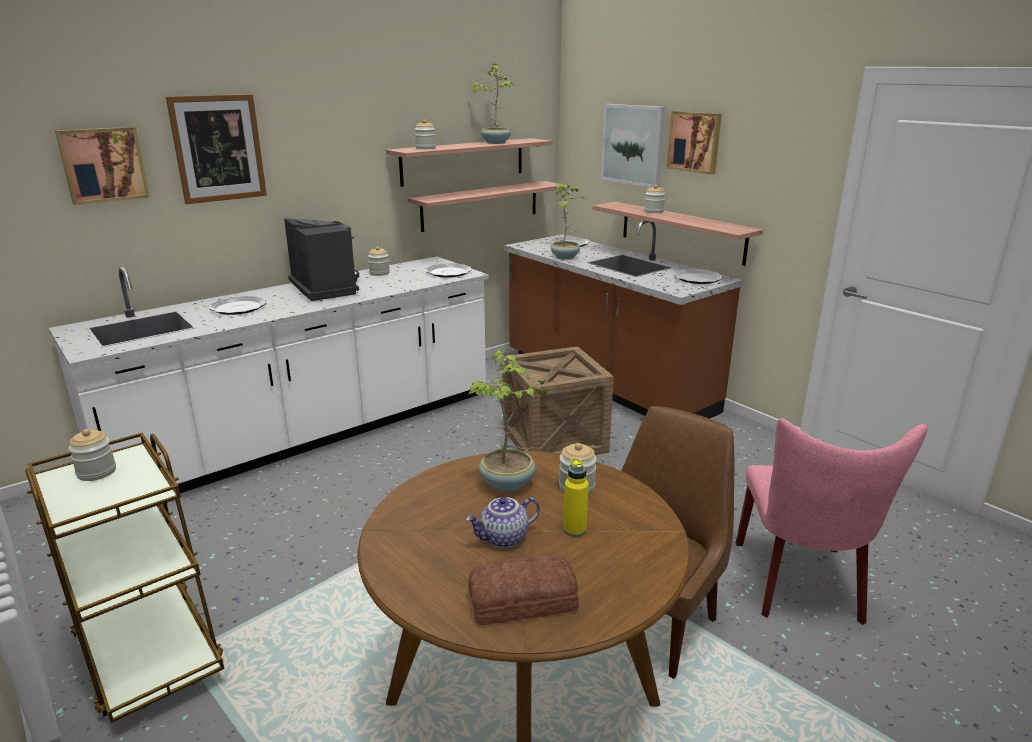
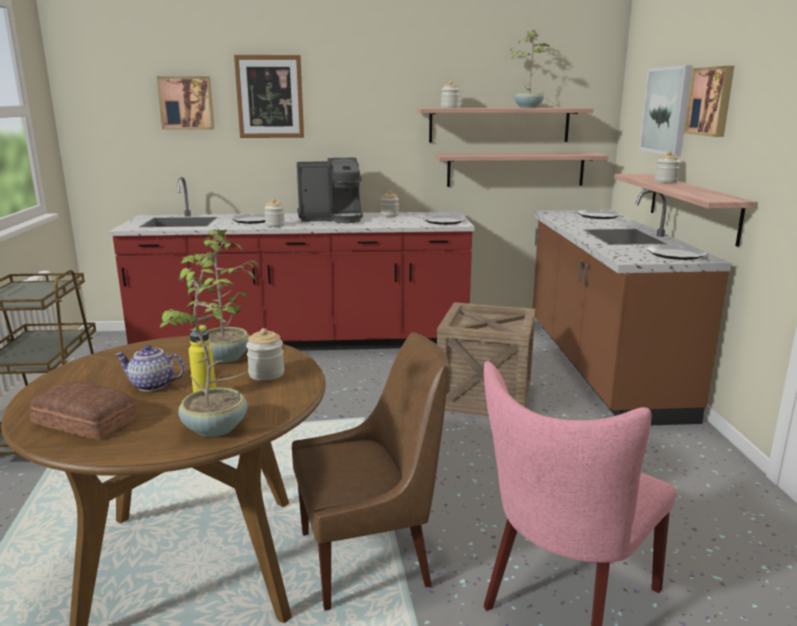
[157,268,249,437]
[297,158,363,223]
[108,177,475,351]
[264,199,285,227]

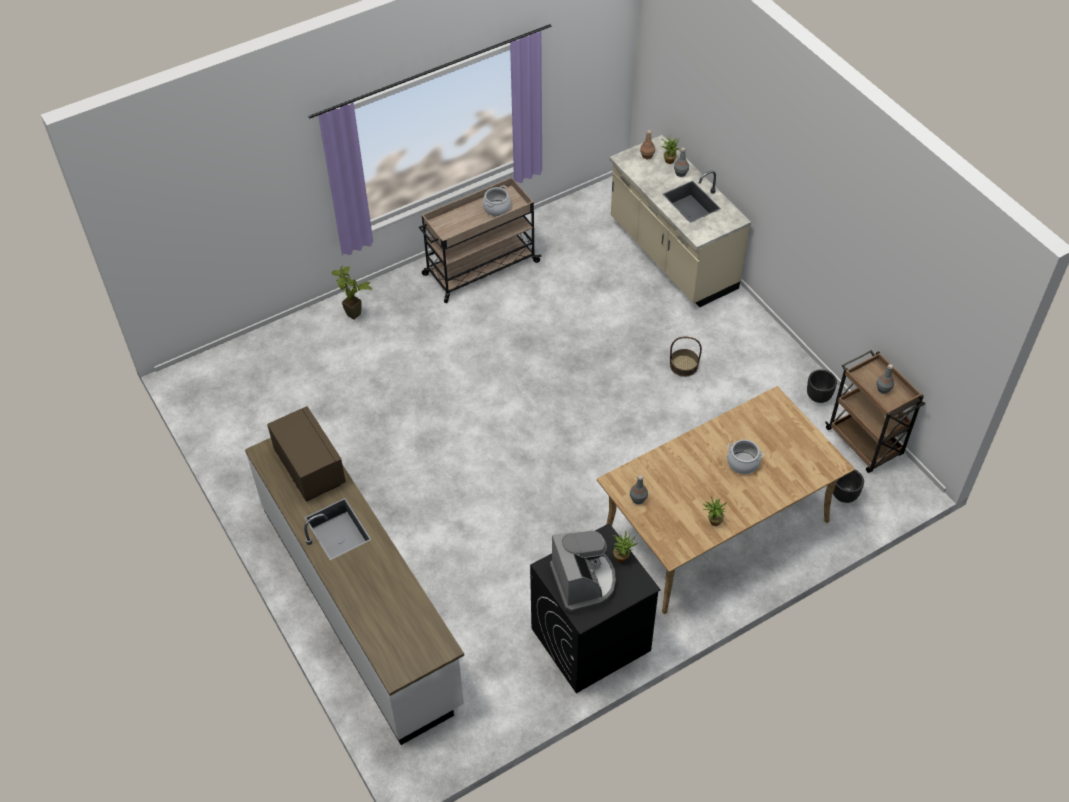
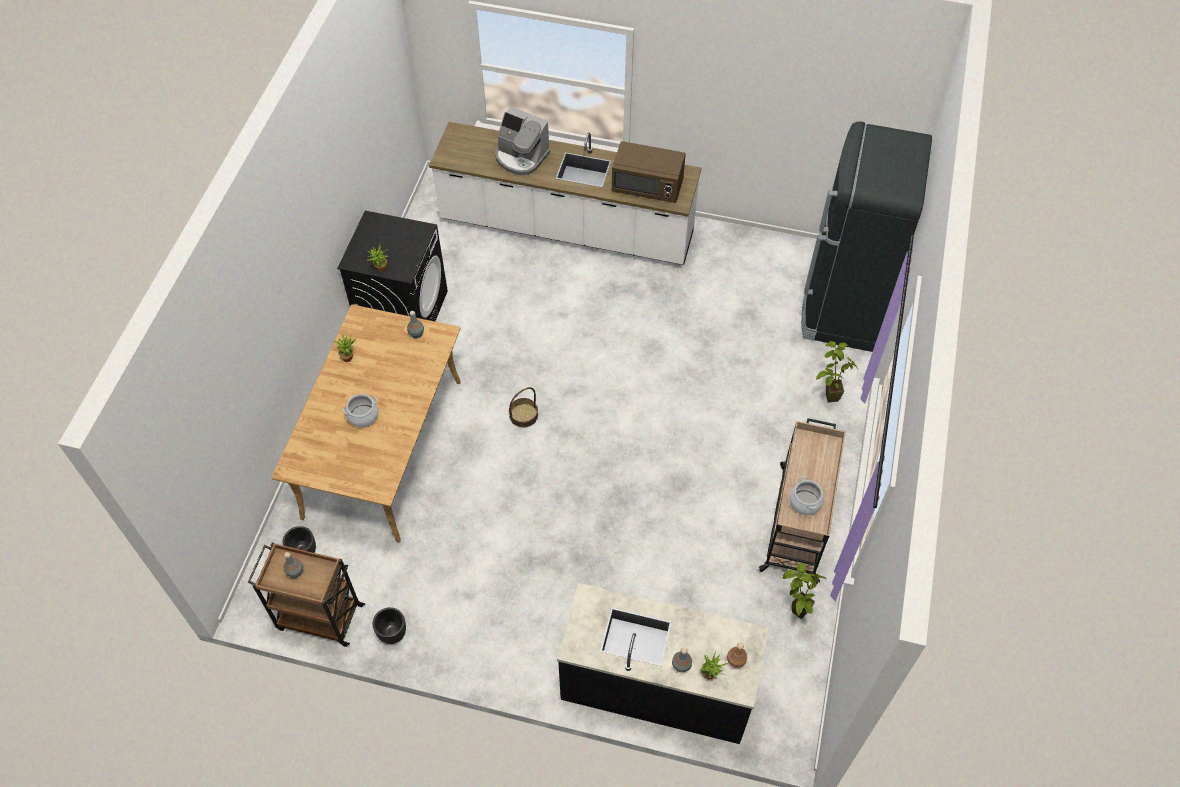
[557,583,769,744]
[509,387,538,428]
[495,106,550,175]
[801,121,932,352]
[782,563,827,619]

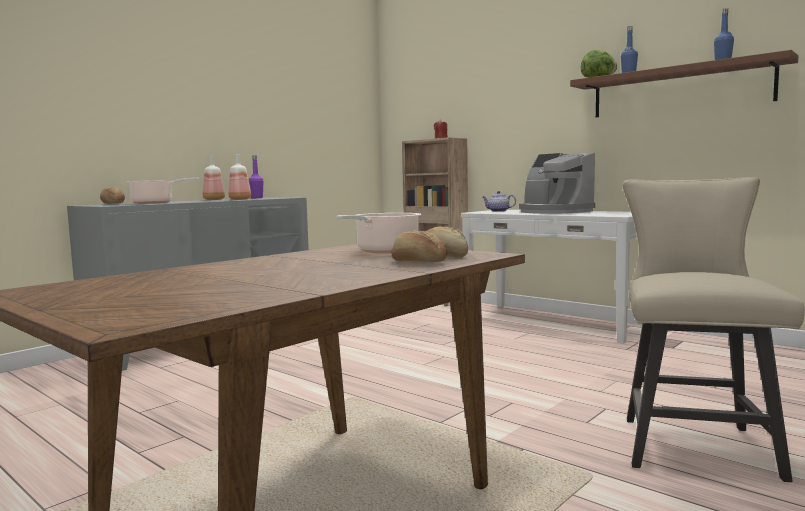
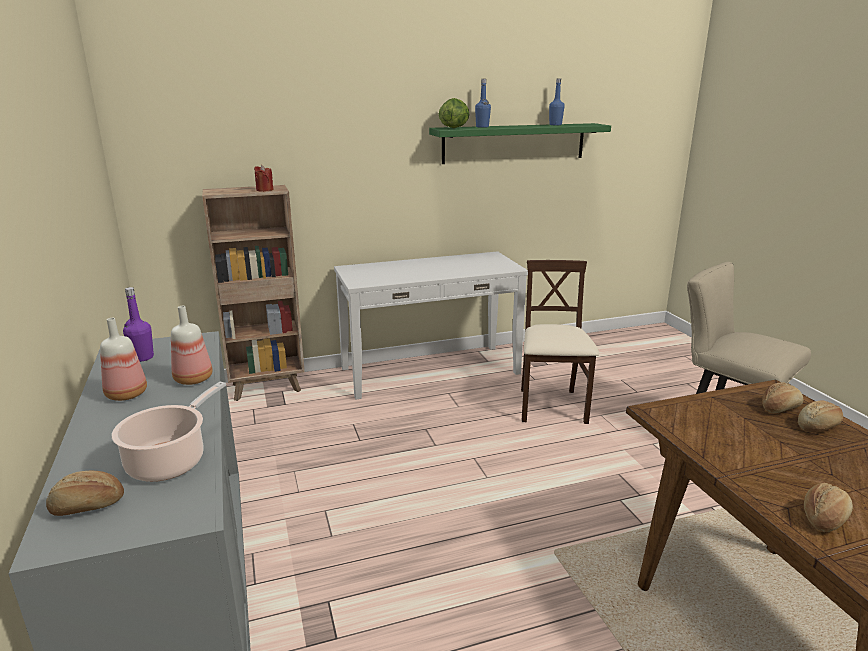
[429,123,611,164]
[519,153,595,214] (first image)
[482,191,516,212] (first image)
[336,213,421,254] (first image)
[521,260,599,424]
[804,483,853,532]

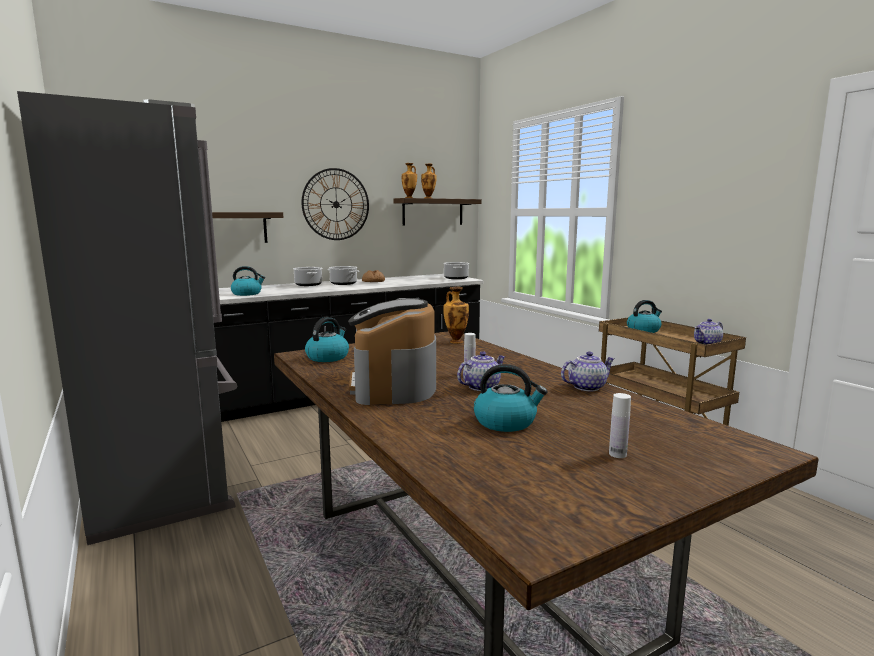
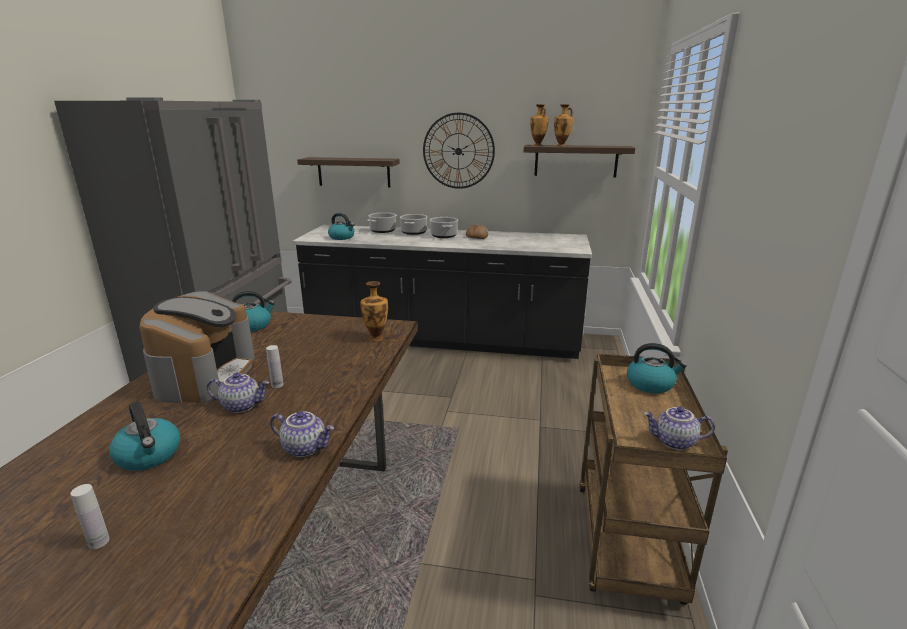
[367,212,397,233]
[139,291,255,403]

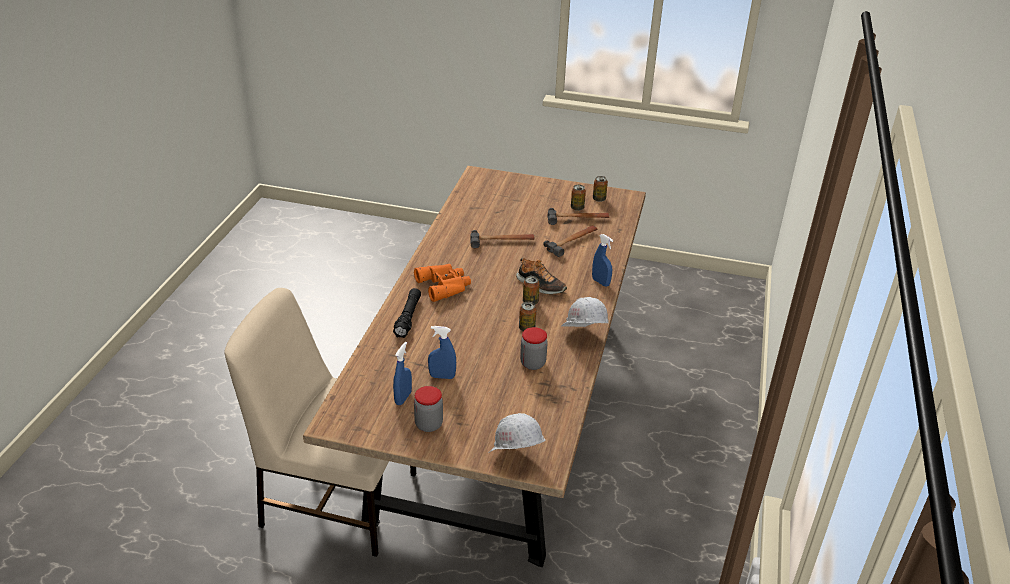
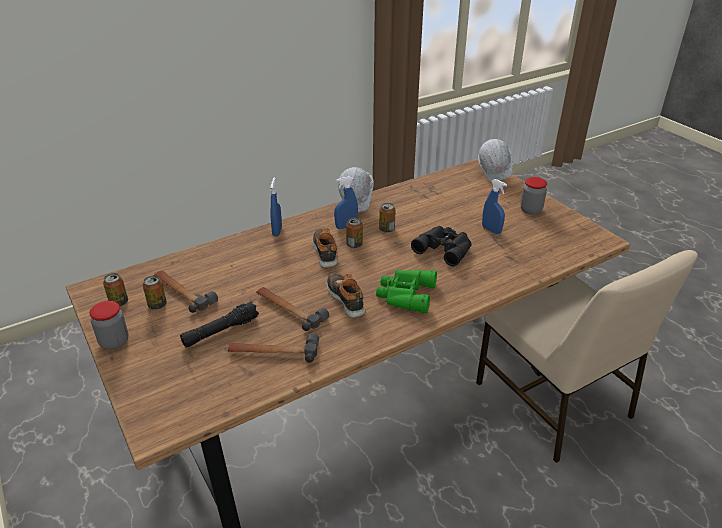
[228,334,319,363]
[376,269,437,313]
[180,301,259,348]
[89,301,128,350]
[334,176,358,229]
[411,226,471,266]
[327,273,366,318]

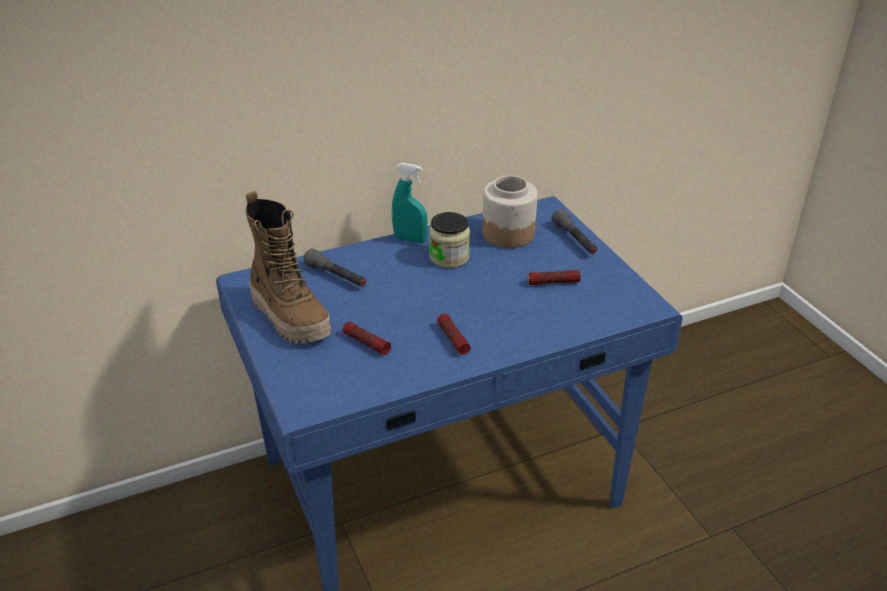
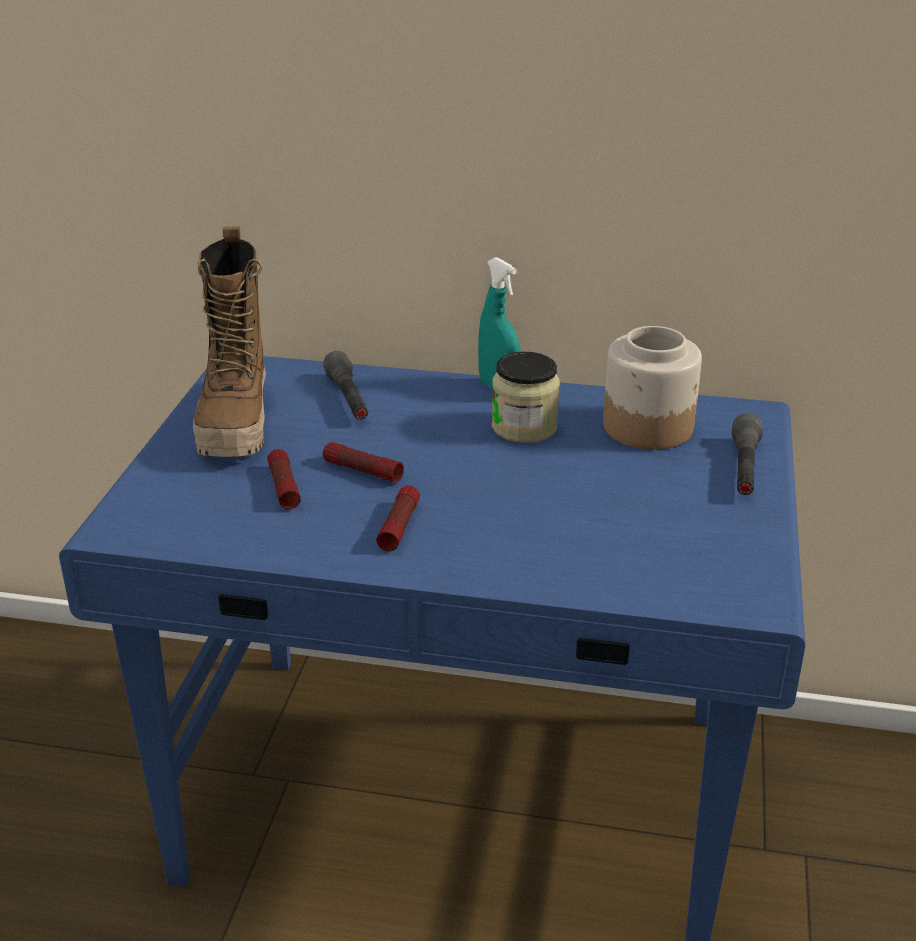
[323,442,404,483]

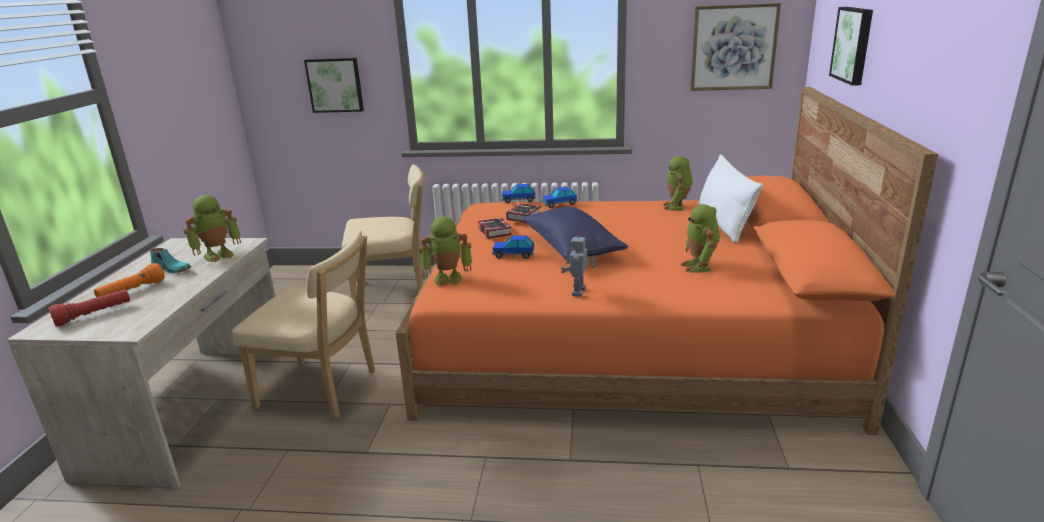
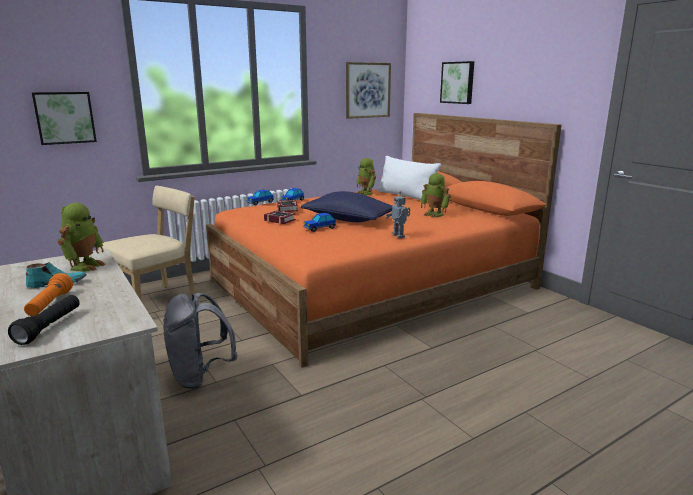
[419,216,472,287] (first image)
[163,293,238,389]
[8,295,80,345]

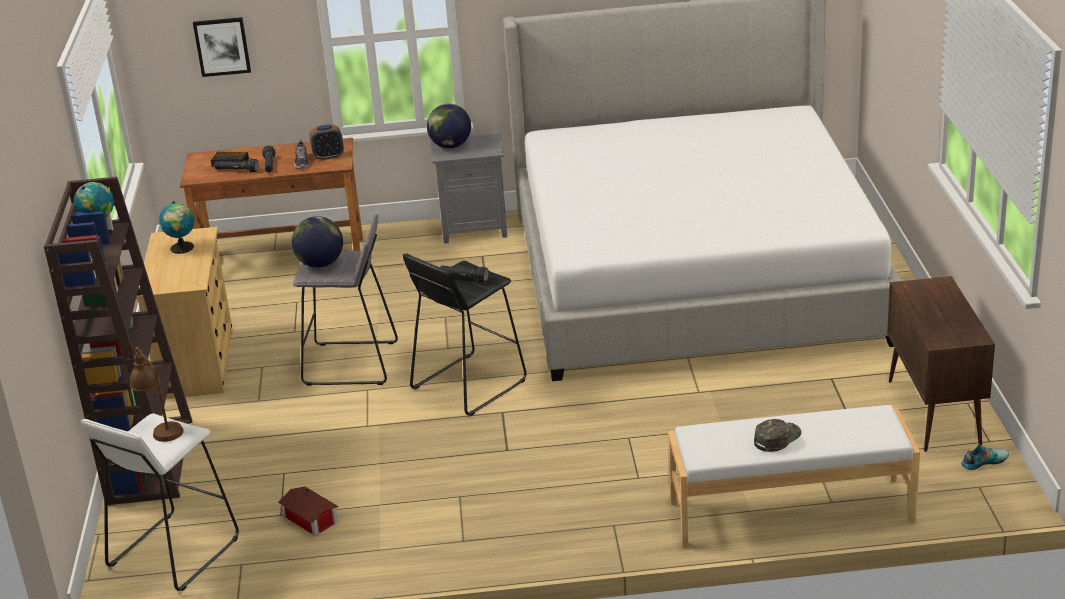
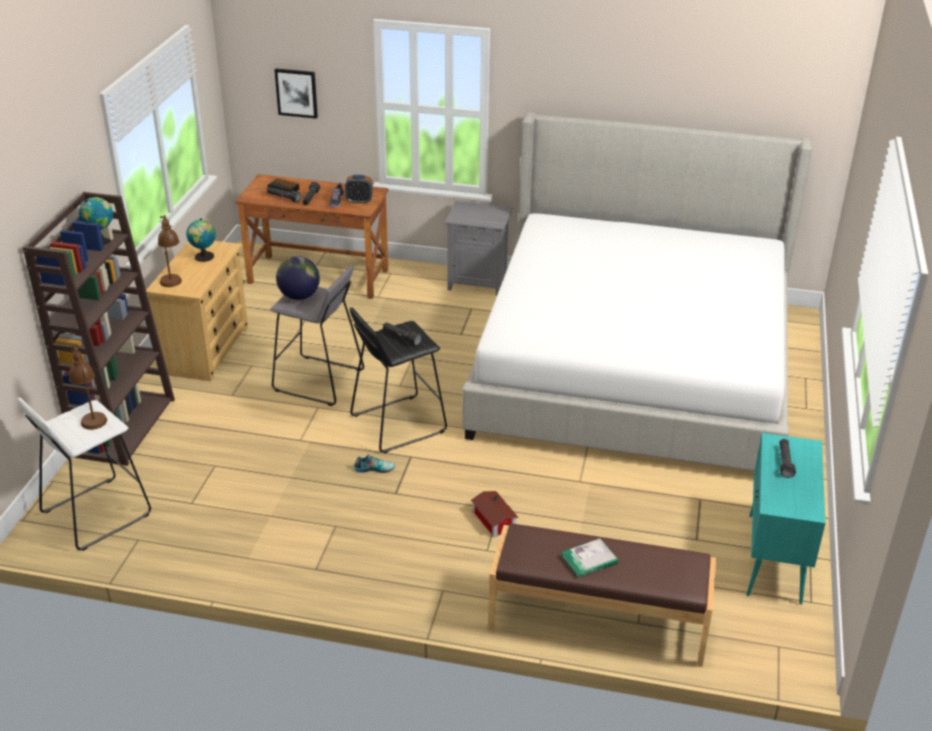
[427,104,471,148] (first image)
[746,433,825,605]
[488,523,716,667]
[561,539,618,578]
[354,455,395,473]
[471,491,519,537]
[158,215,182,287]
[779,439,796,478]

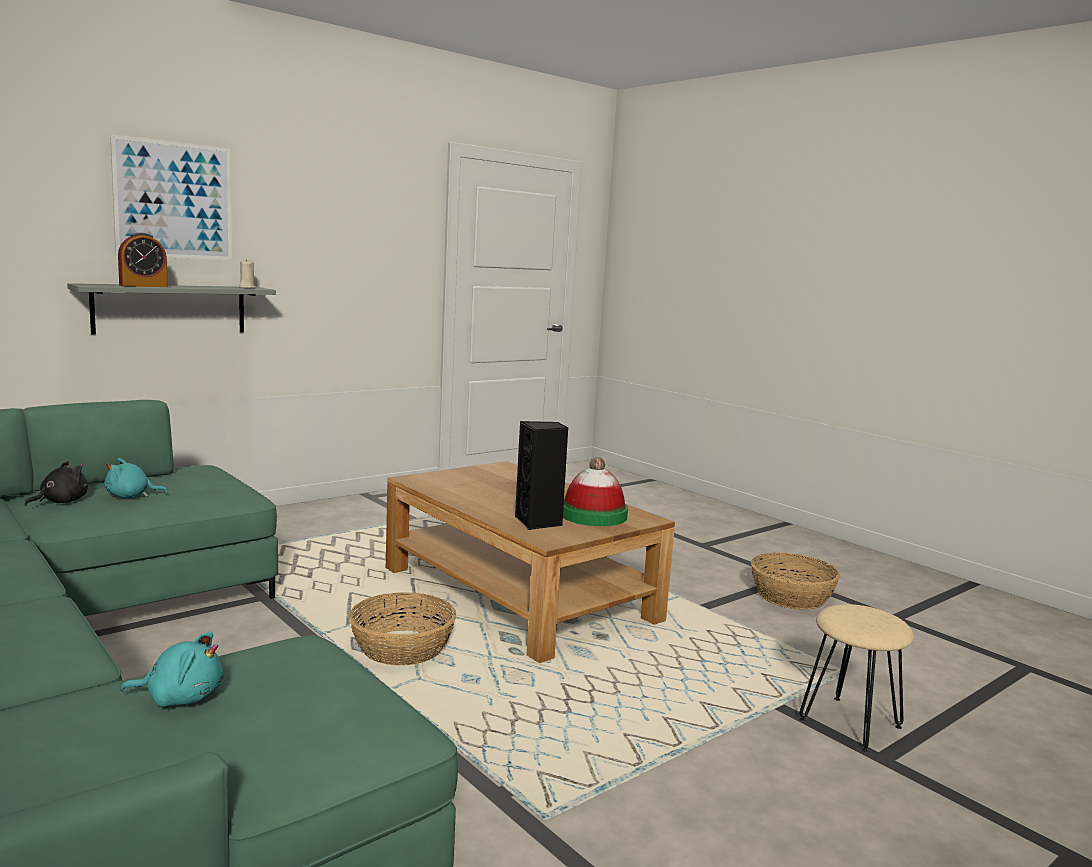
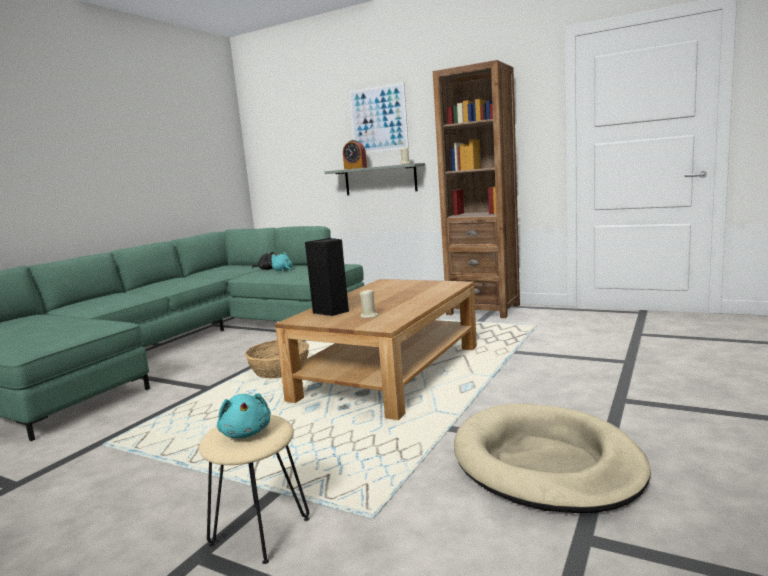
[360,289,378,318]
[454,403,651,513]
[217,393,271,439]
[433,60,520,318]

